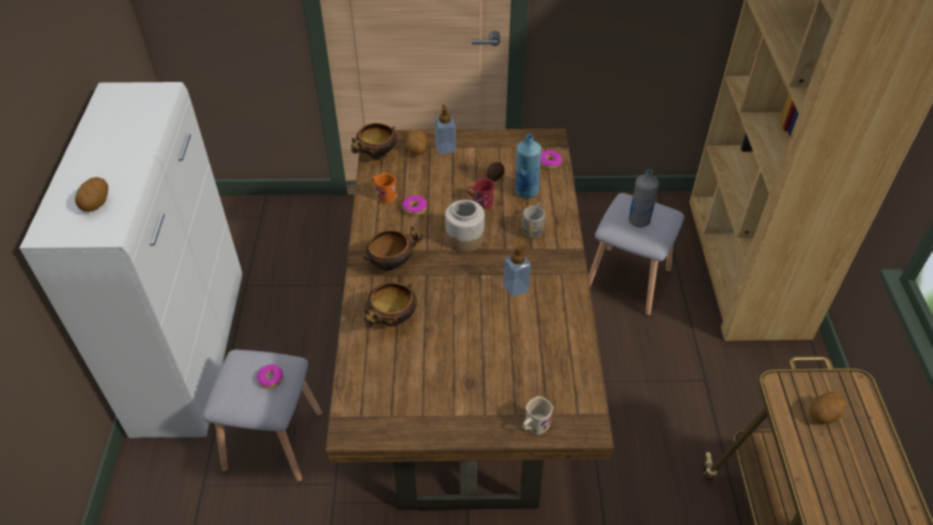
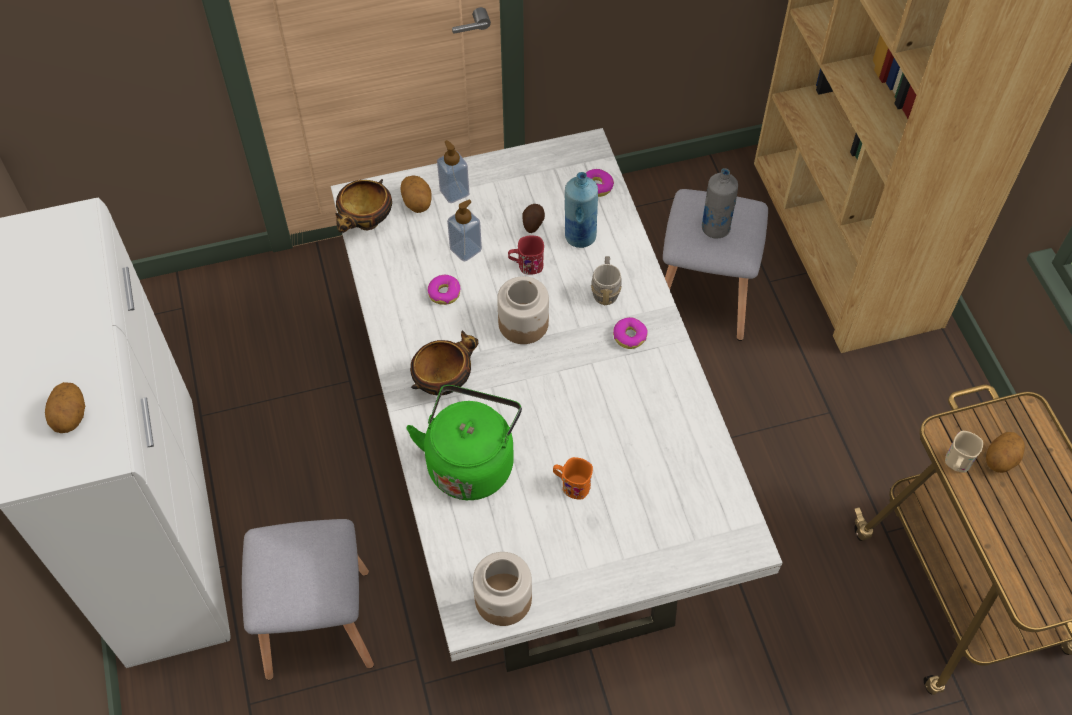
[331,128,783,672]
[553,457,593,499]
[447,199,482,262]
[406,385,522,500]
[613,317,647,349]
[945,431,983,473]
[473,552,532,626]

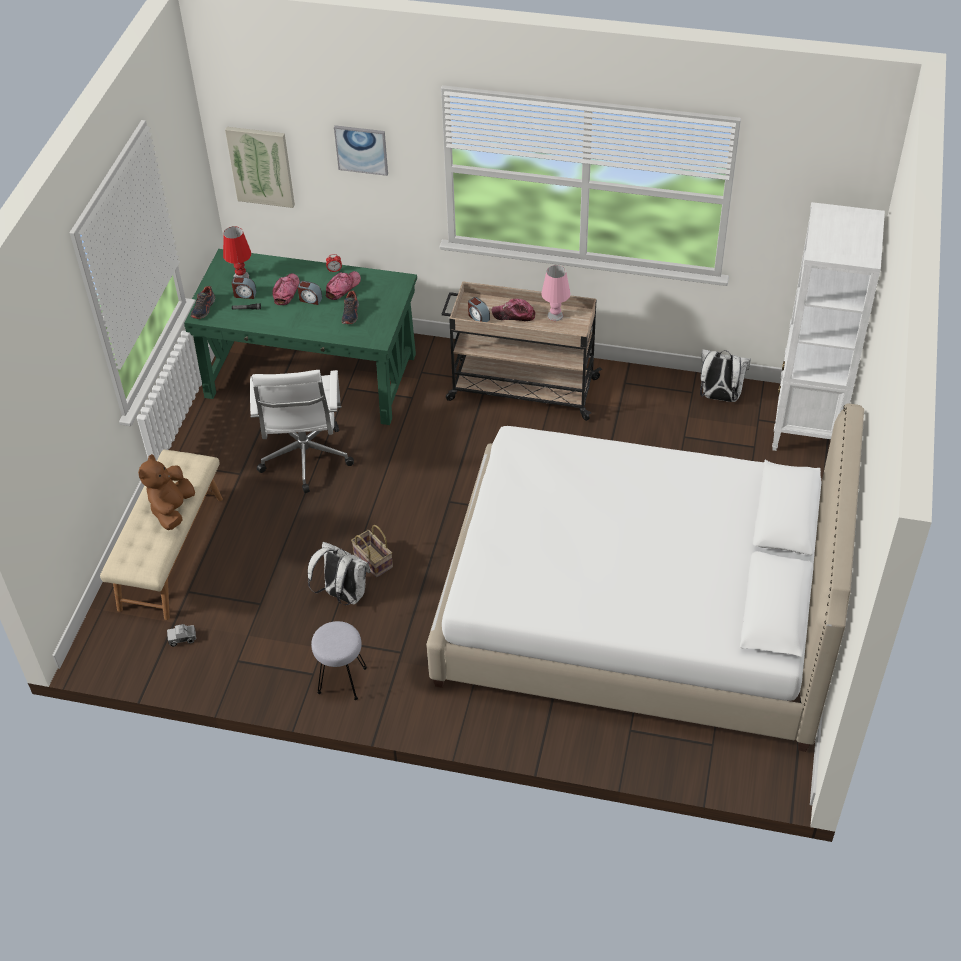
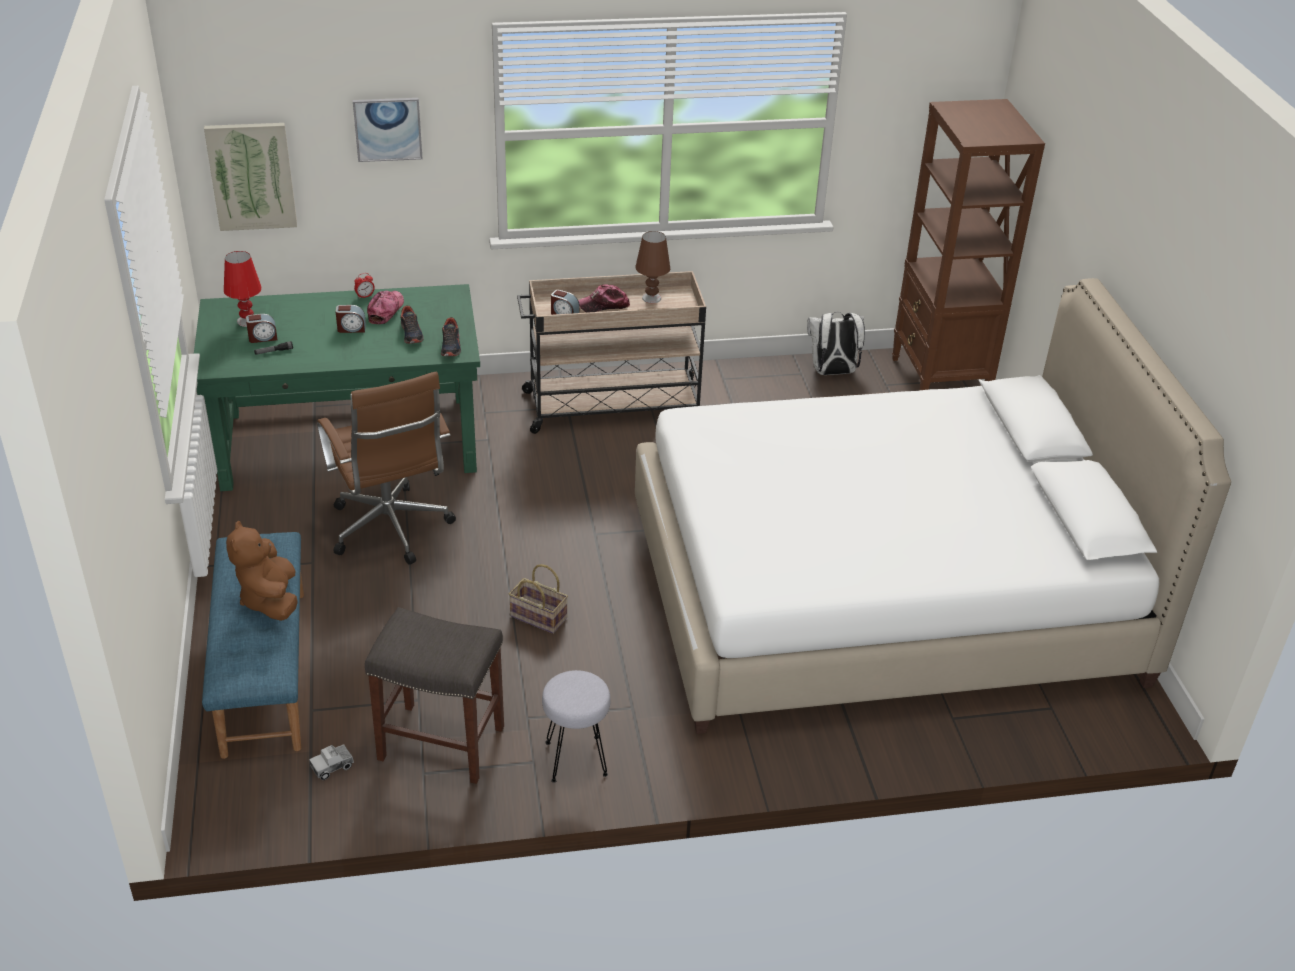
[892,99,1045,390]
[635,231,670,303]
[272,273,300,305] (first image)
[441,317,461,356]
[317,372,456,565]
[202,532,304,759]
[308,542,371,605] (first image)
[365,607,504,784]

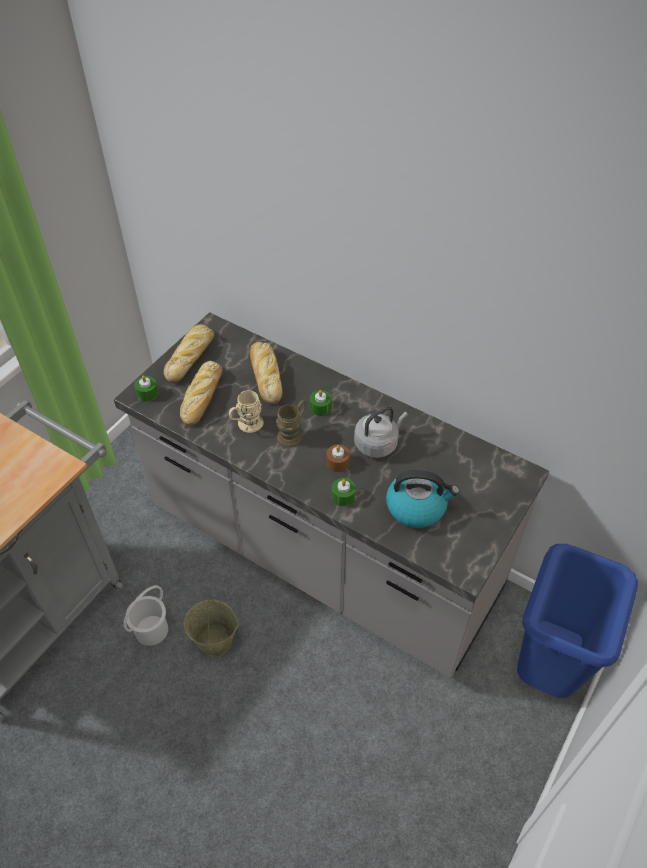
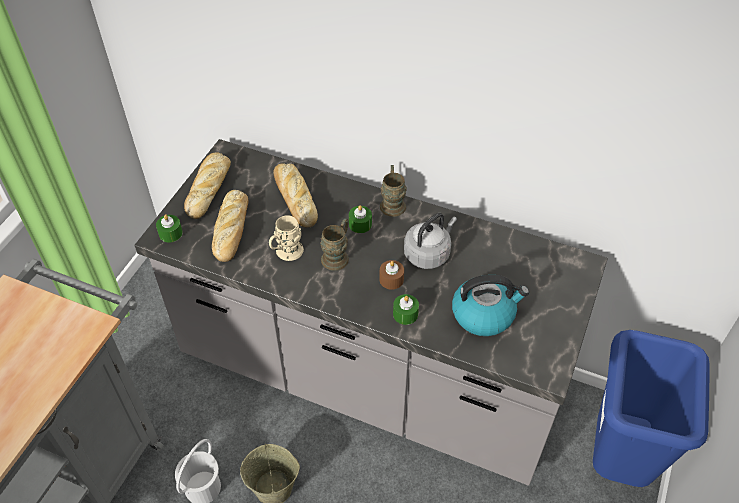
[380,165,407,217]

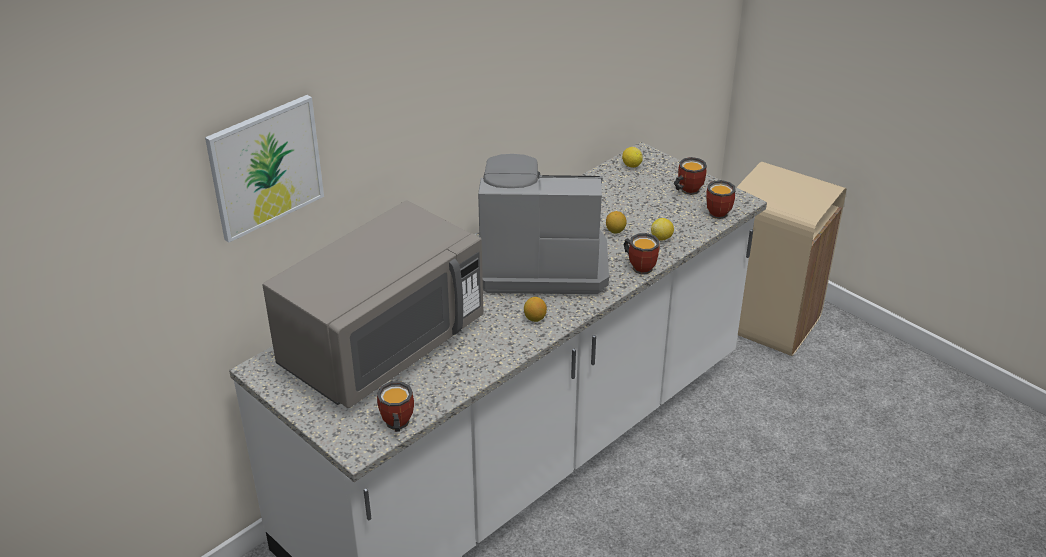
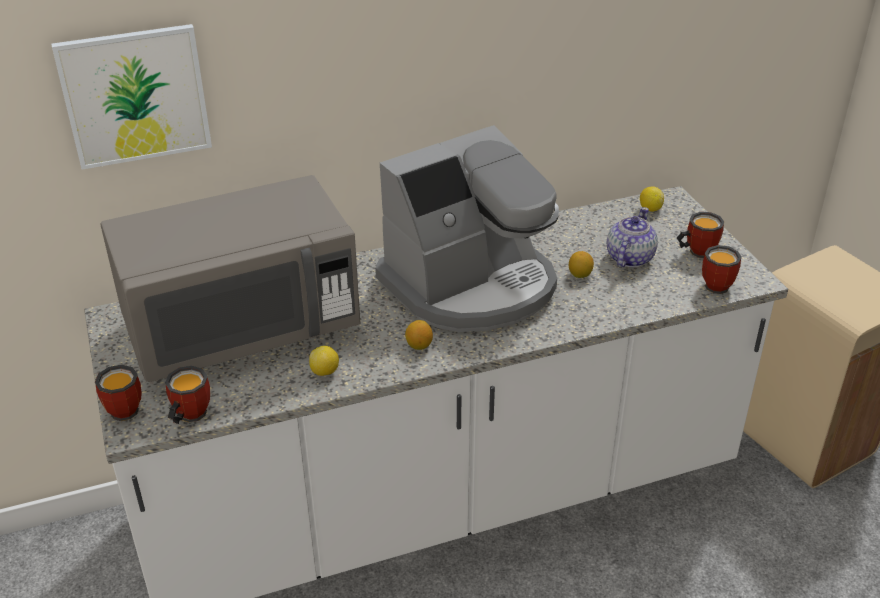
[375,125,559,332]
[309,346,339,376]
[95,365,141,421]
[607,207,658,268]

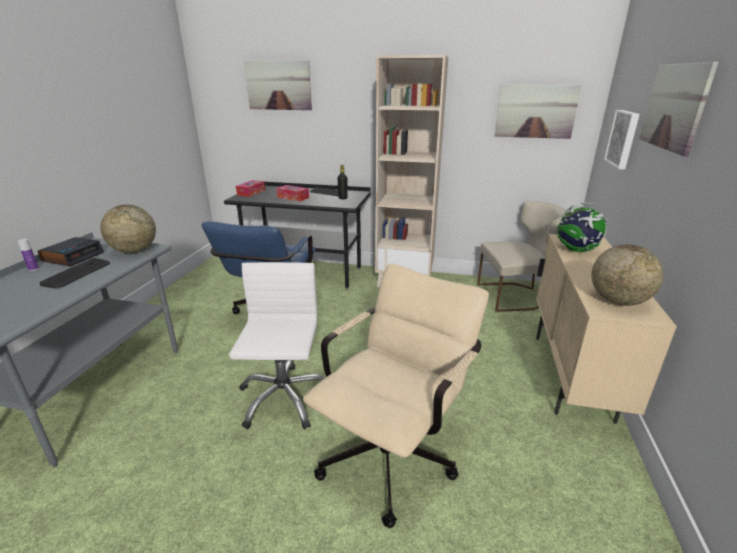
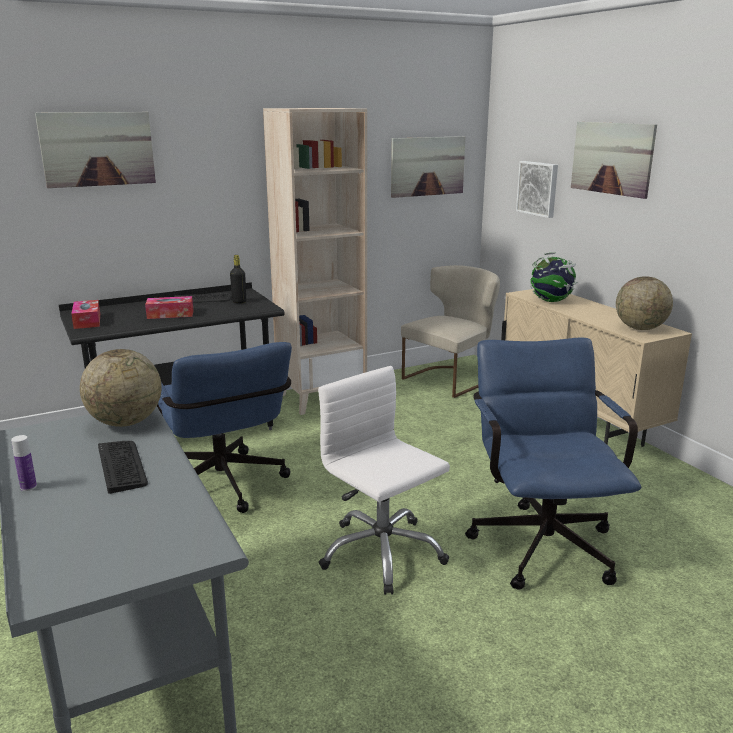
[38,237,104,267] (first image)
[465,338,641,590]

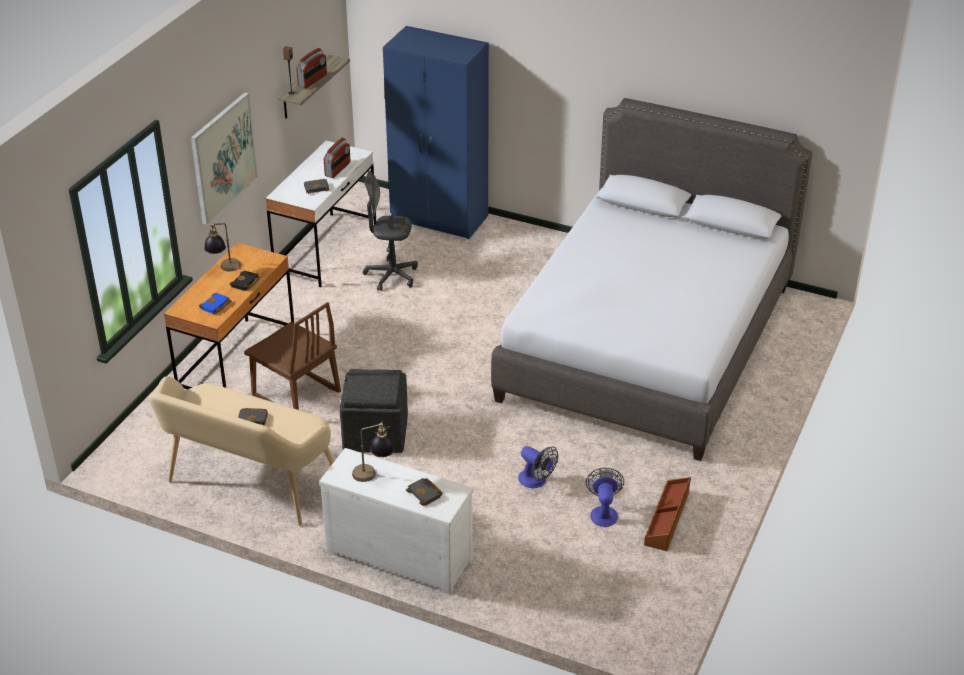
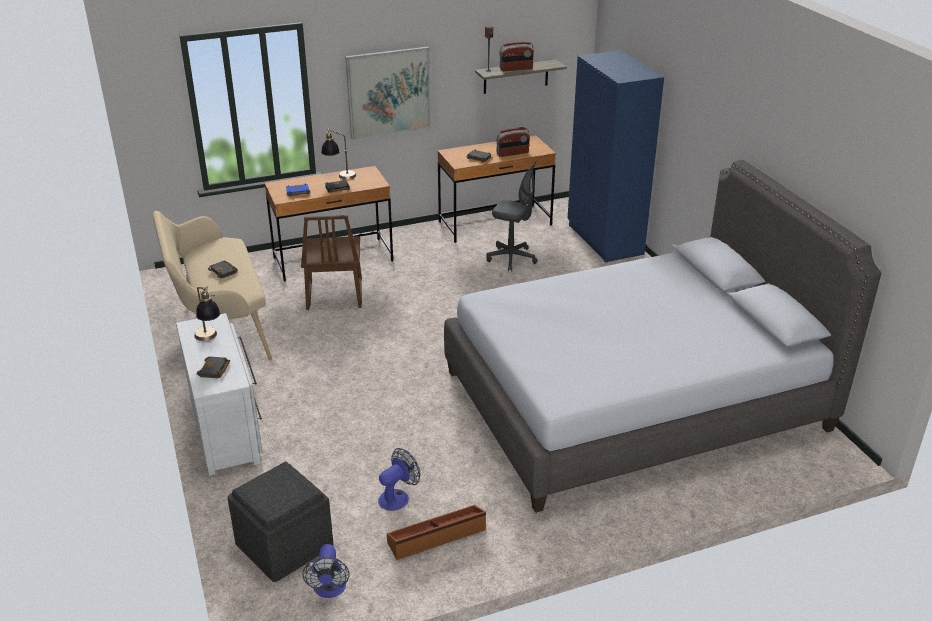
[437,135,556,243]
[486,161,538,271]
[228,462,334,582]
[302,544,350,598]

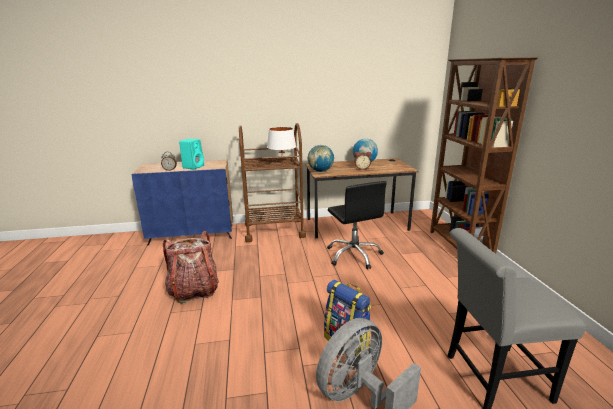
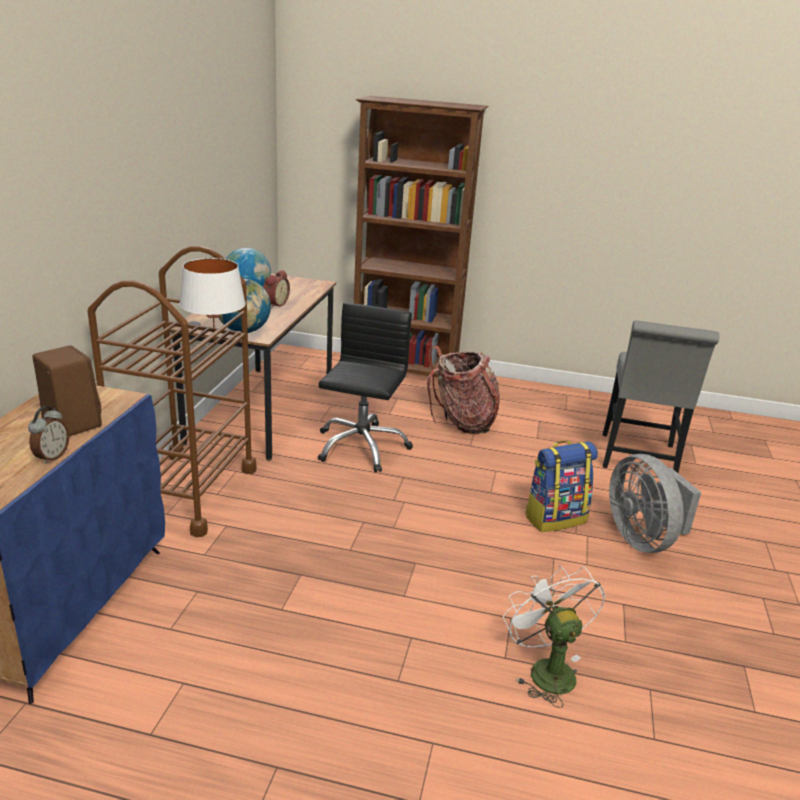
[32,345,102,436]
[318,302,413,472]
[427,346,500,434]
[503,565,605,708]

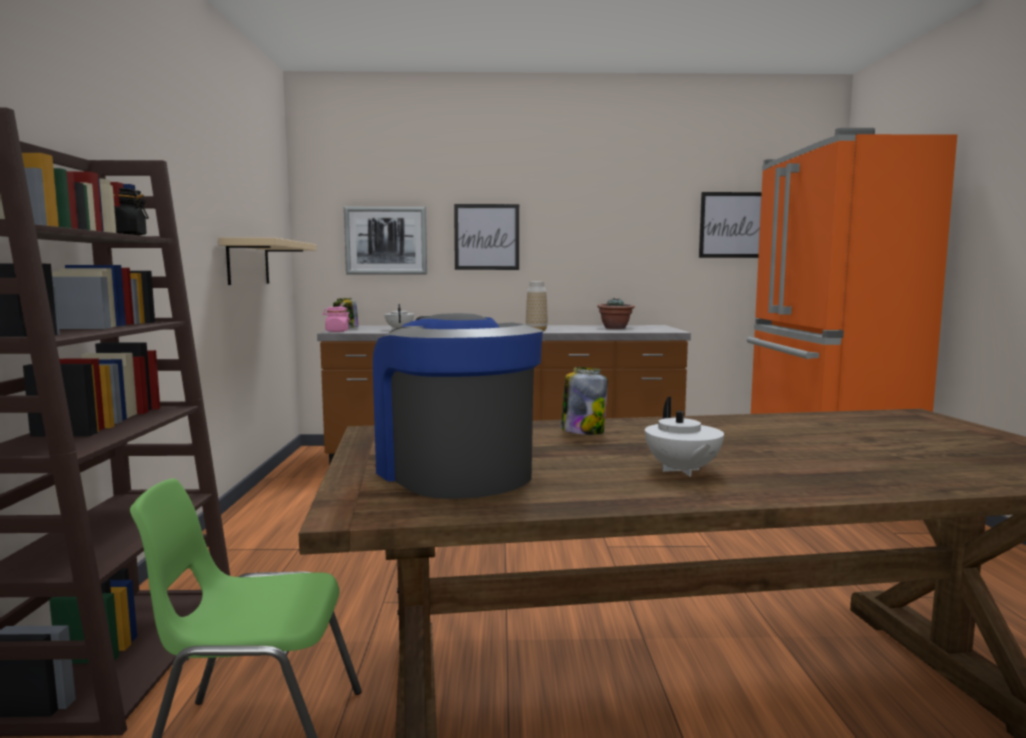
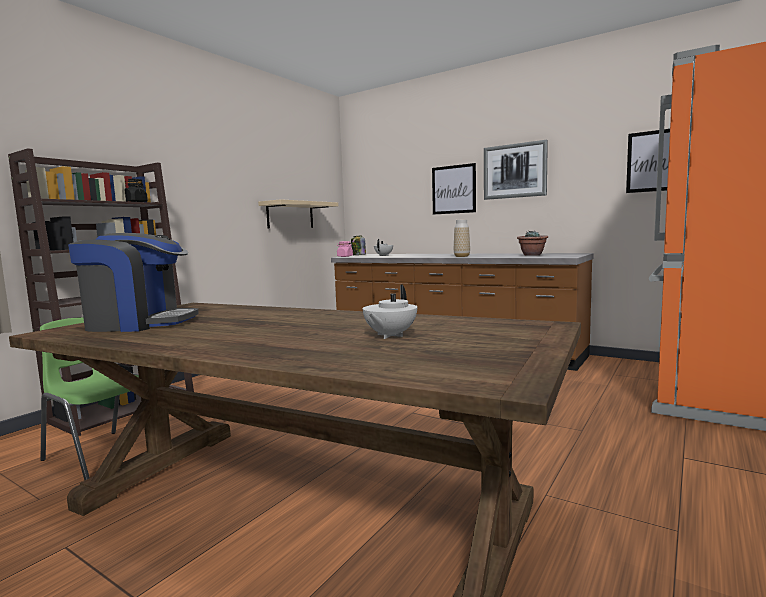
[484,140,548,200]
[68,233,199,332]
[561,367,608,435] (first image)
[362,284,417,339]

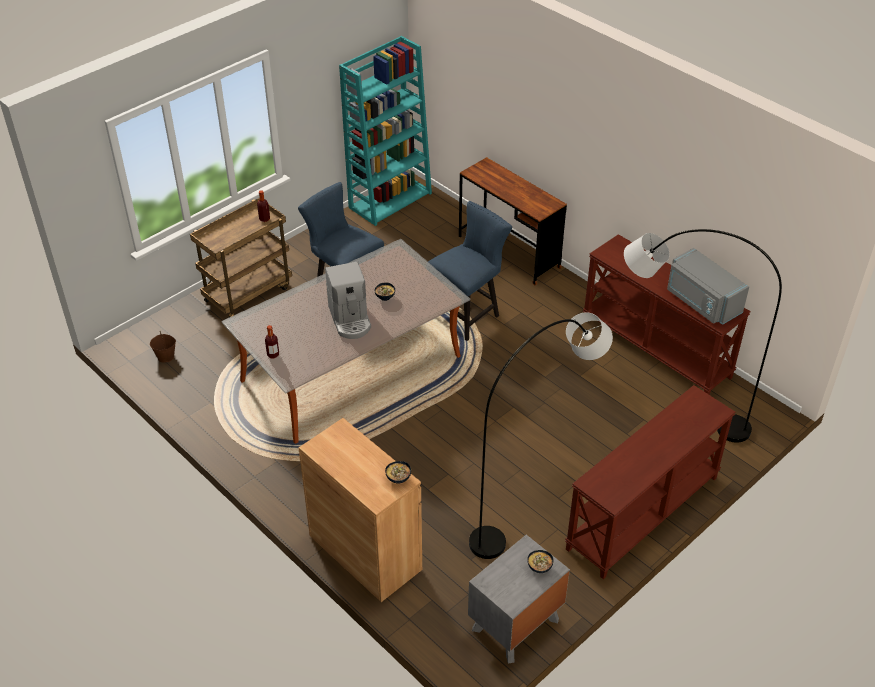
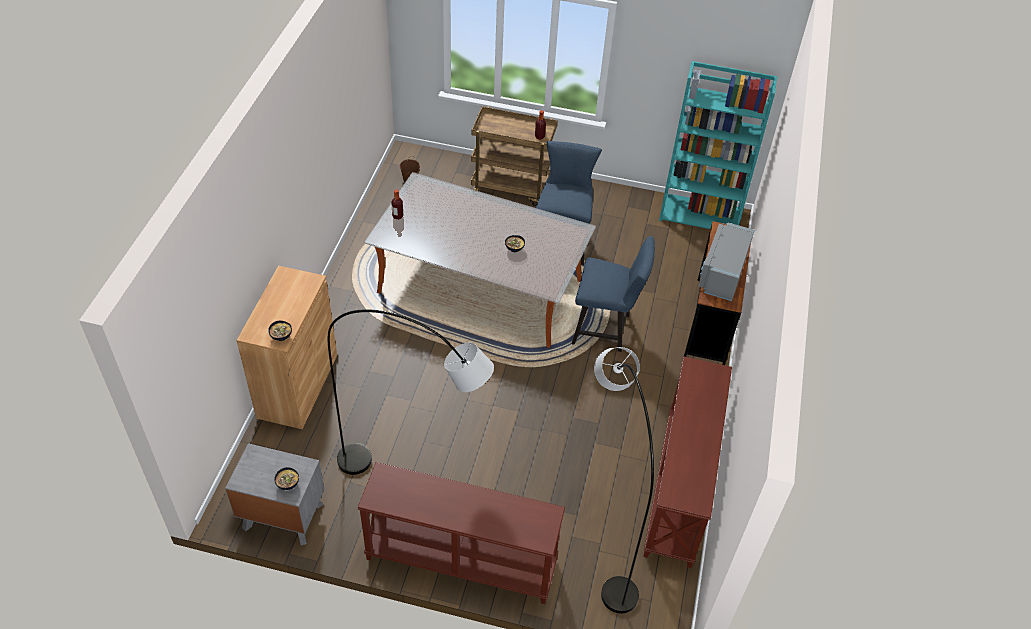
[699,222,755,301]
[325,262,371,339] (first image)

